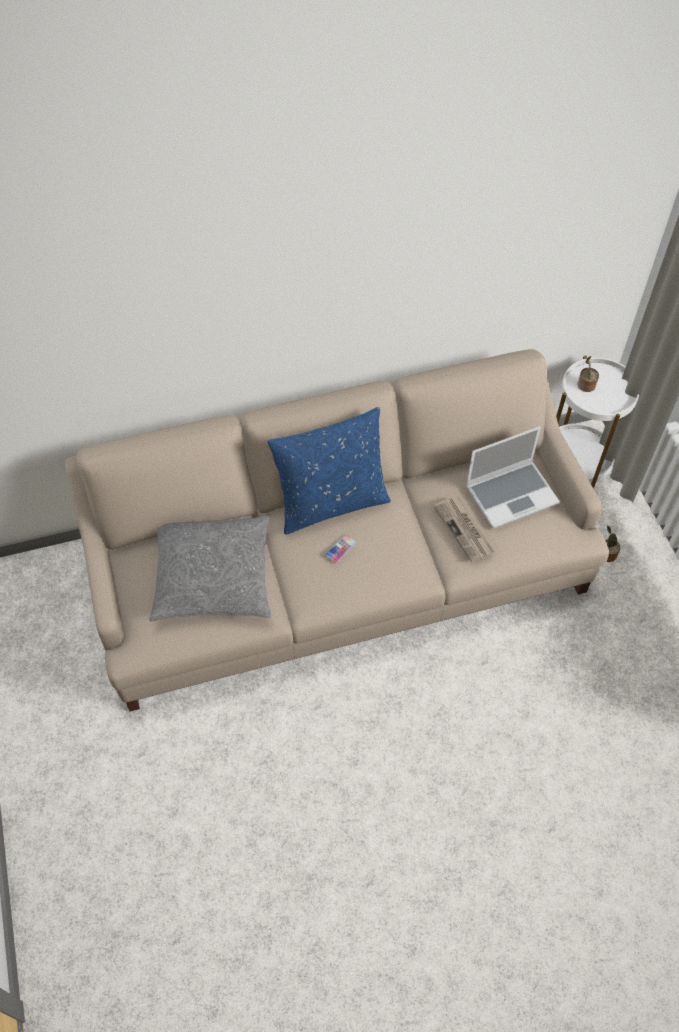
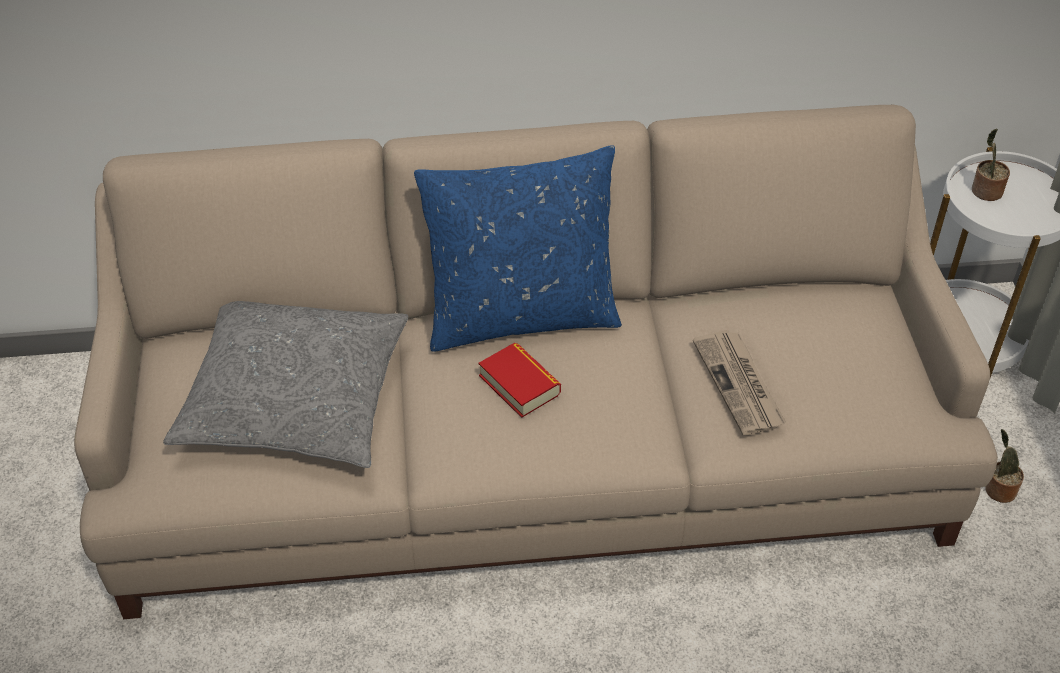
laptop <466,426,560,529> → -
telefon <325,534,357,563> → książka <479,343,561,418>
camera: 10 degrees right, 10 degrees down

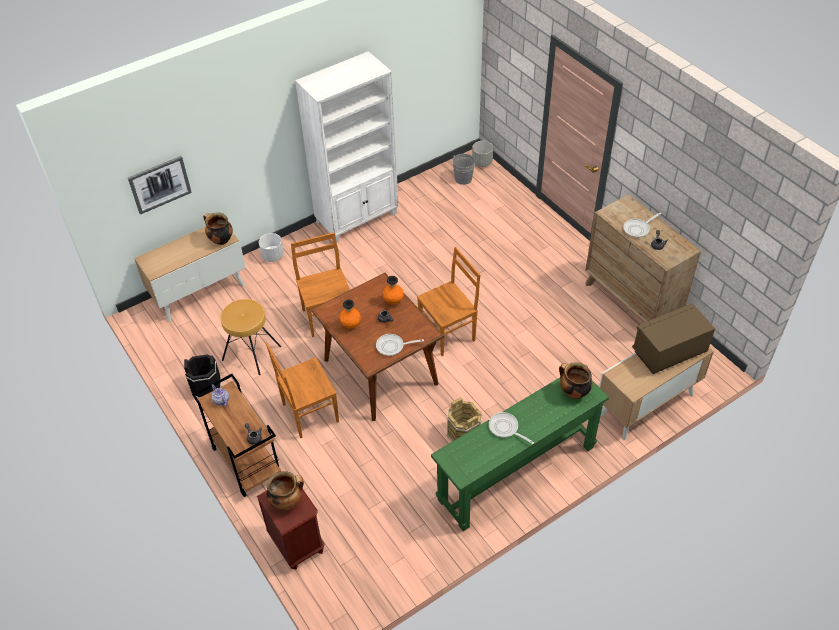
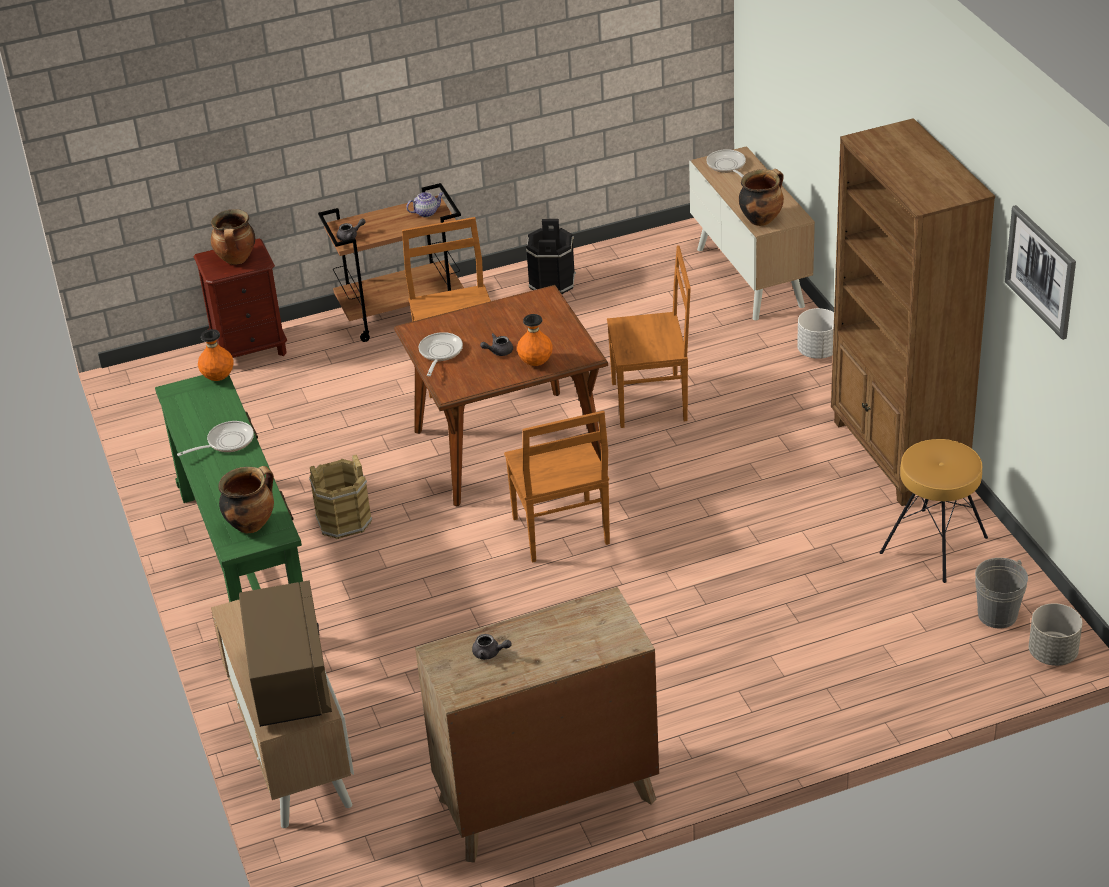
obraz <128,156,192,215> → obraz <1005,205,1076,340>, relocated
stołek/brązowy <221,299,281,375> → stołek/brązowy <879,439,988,583>, relocated
wazon/pomarańczowy <339,300,361,328> → wazon/pomarańczowy <198,329,234,381>, relocated
patelnia <623,213,661,238> → patelnia <706,149,746,177>, relocated
regał/biały <295,51,398,242> → regał/brązowy <831,118,995,506>
camera: 105 degrees right, 10 degrees down

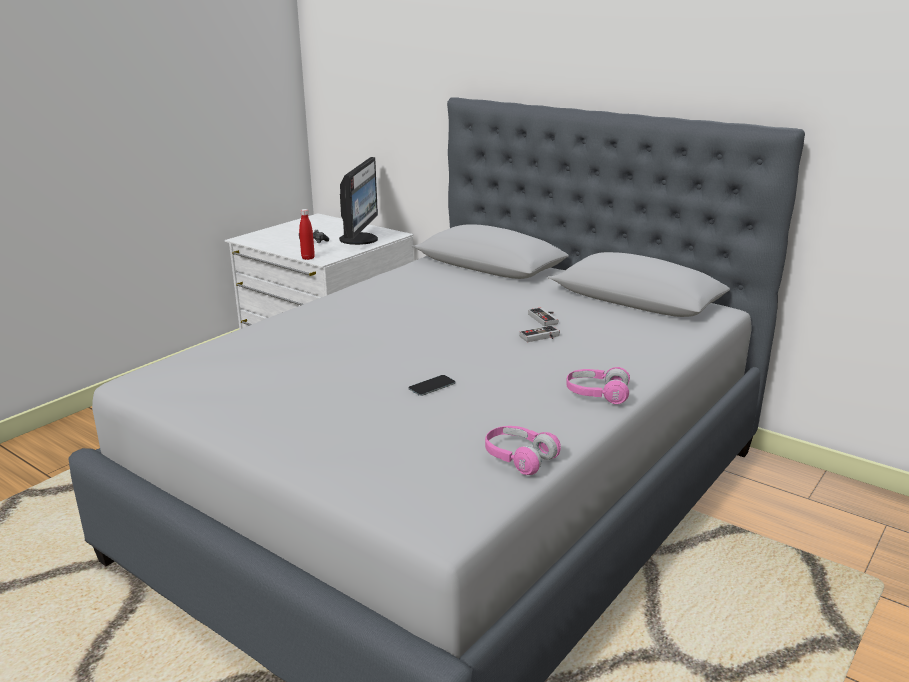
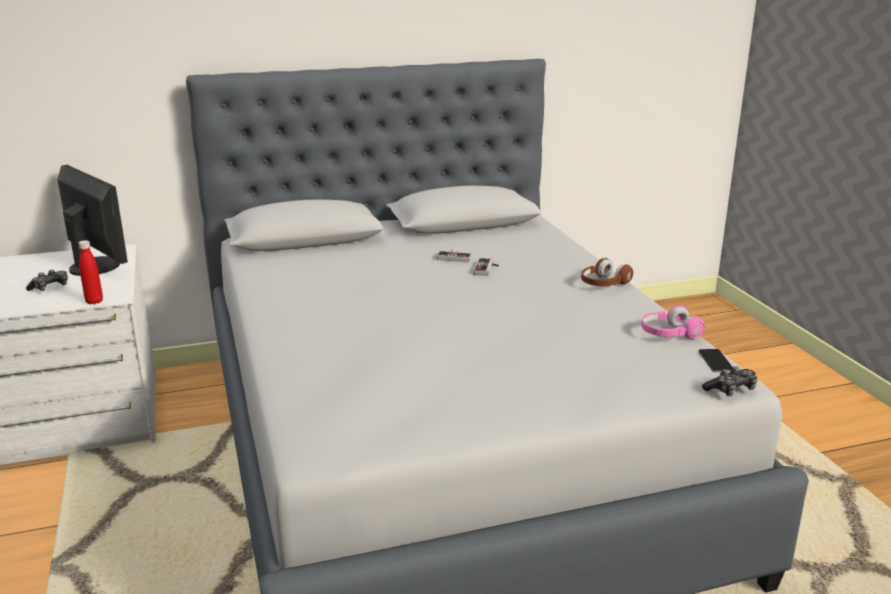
- → pad do gier <702,366,758,396>
telefon <409,375,456,396> → telefon <698,349,733,372>, relocated
słuchawki/różowy <566,367,630,404> → słuchawki/brązowy <581,258,633,286>
camera: 55 degrees left, 0 degrees up

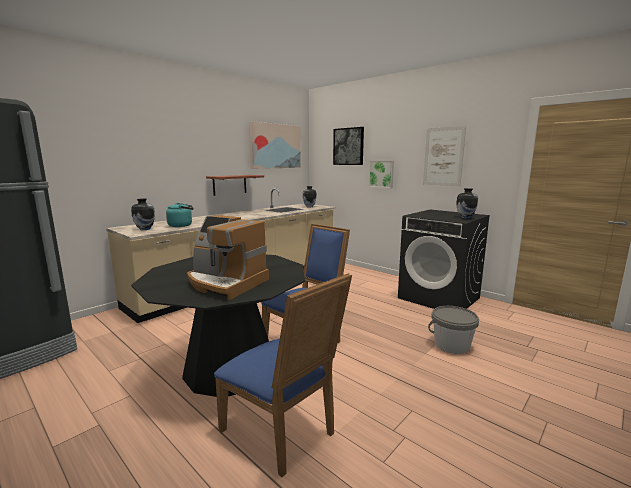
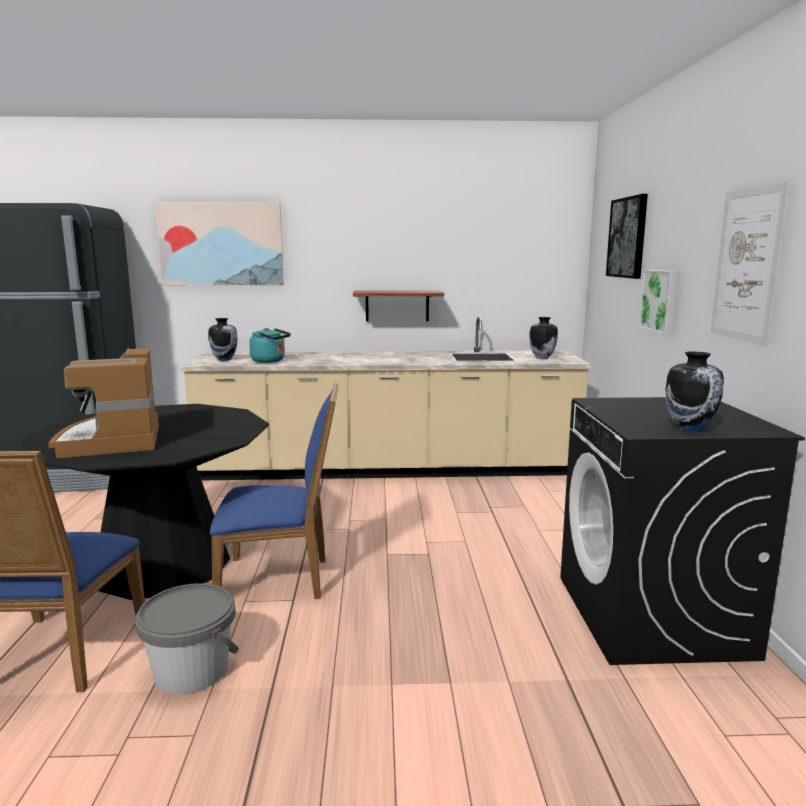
obraz <249,121,301,169> → obraz <155,202,284,285>, relocated
wiadro/szary <428,306,479,354> → wiadro/szary <135,583,239,694>, relocated
camera: 45 degrees right, 0 degrees up

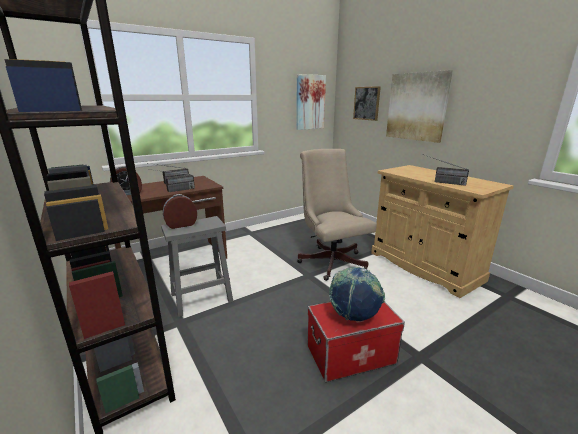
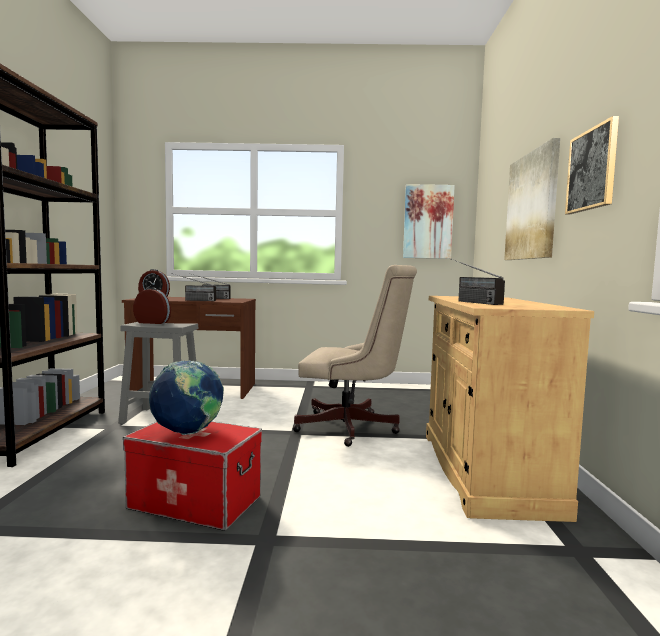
obraz <353,86,381,121> → obraz <565,116,619,214>, relocated
krzesło biurowe/beżowy <297,149,377,281> → krzesło biurowe/beżowy <293,265,417,447>, 90 degrees clockwise
camera: 35 degrees right, 15 degrees down

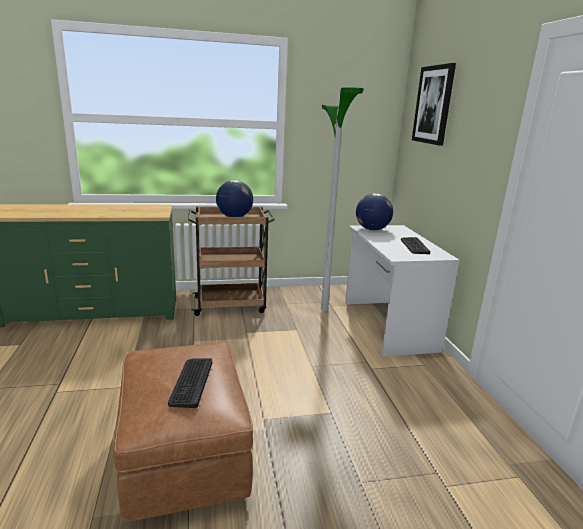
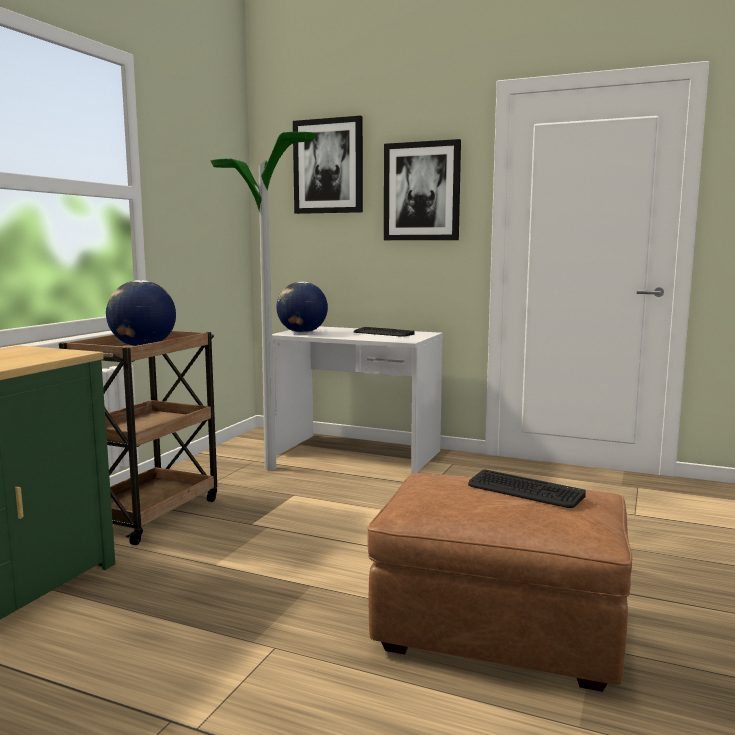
- → obraz <384,139,461,240>
camera: 55 degrees left, 10 degrees down

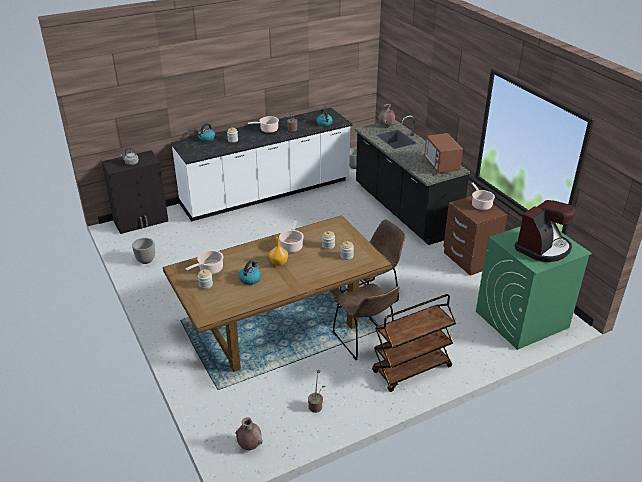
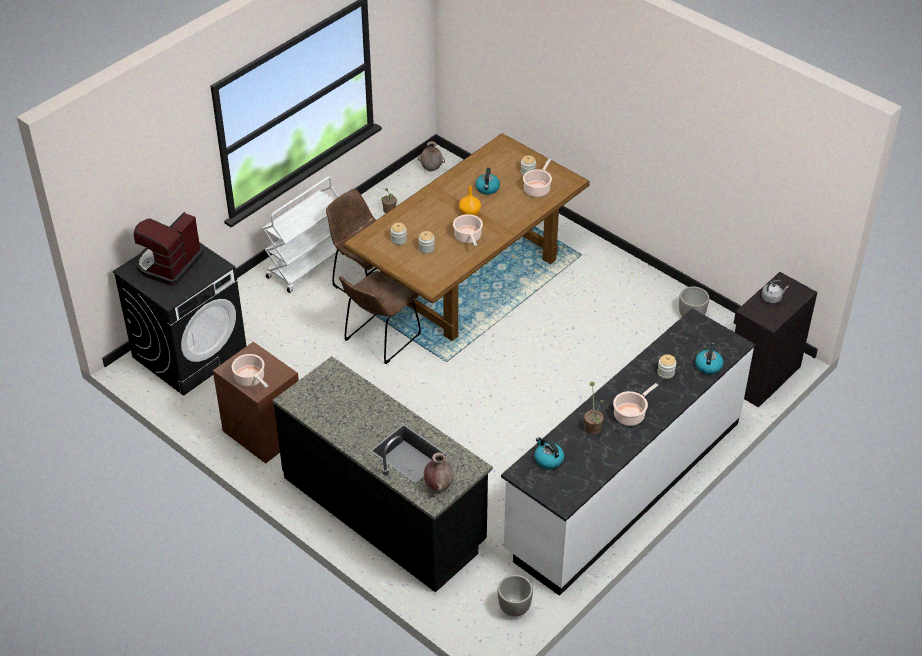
mikrofalówka <424,133,463,173> → -
wózek/brązowy <372,294,456,392> → wózek/biały <262,176,344,293>
pralka/zielony <476,226,592,350> → pralka/czarny <112,242,246,396>
camera: 160 degrees right, 10 degrees up

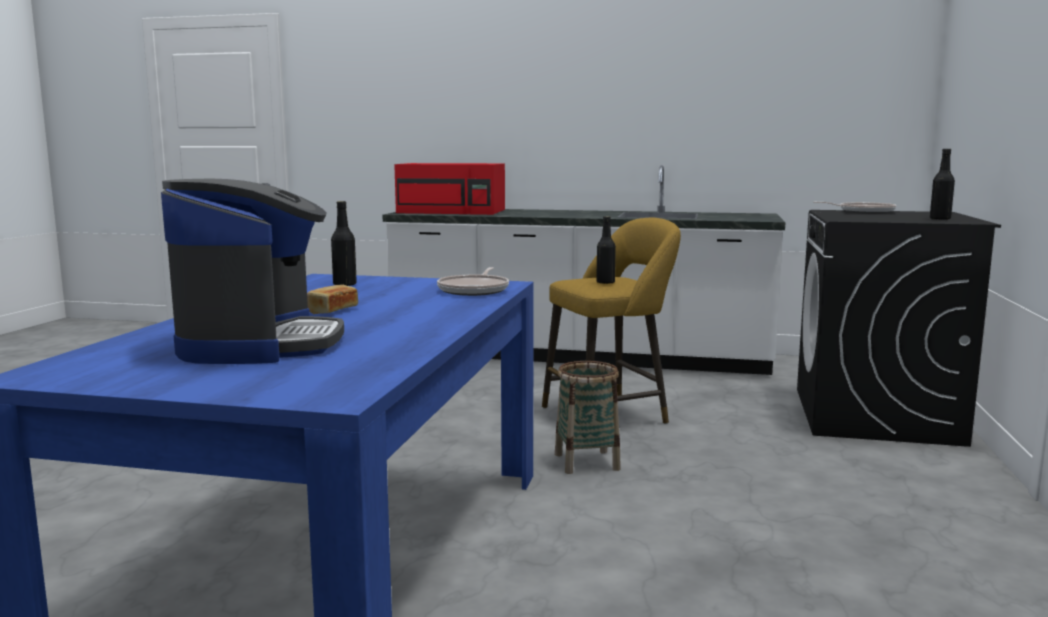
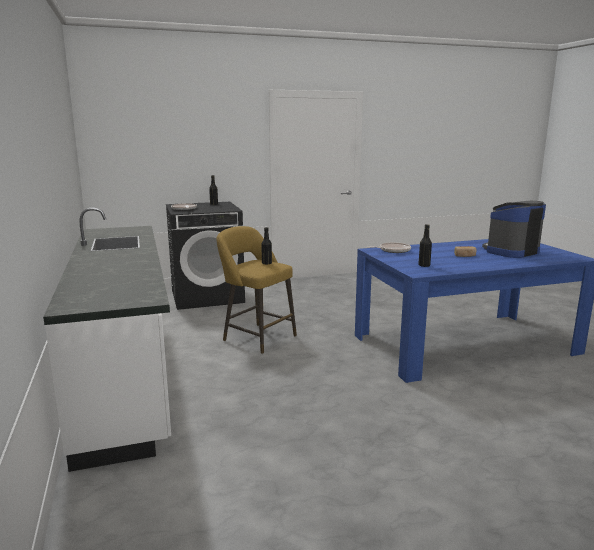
mikrofalówka/czerwony <394,163,505,215> → -
koszyk <555,361,621,474> → -
camera: 120 degrees left, 5 degrees up

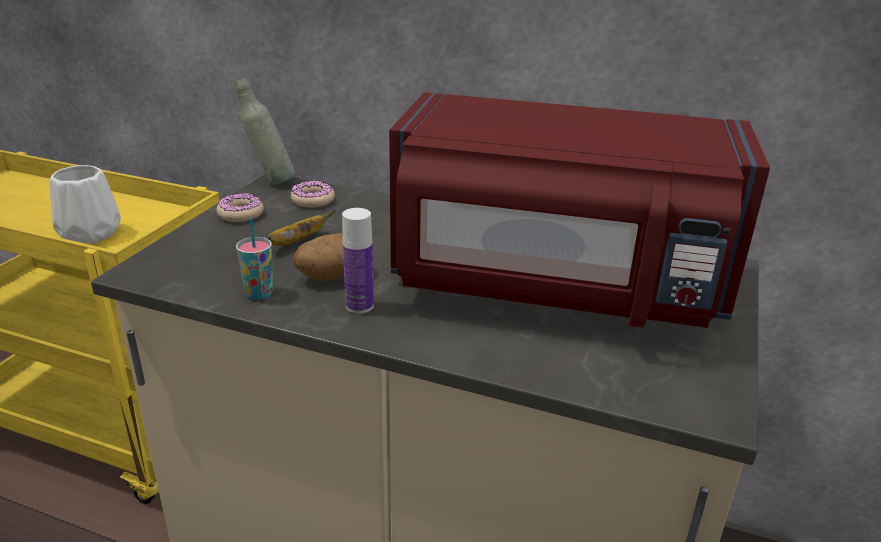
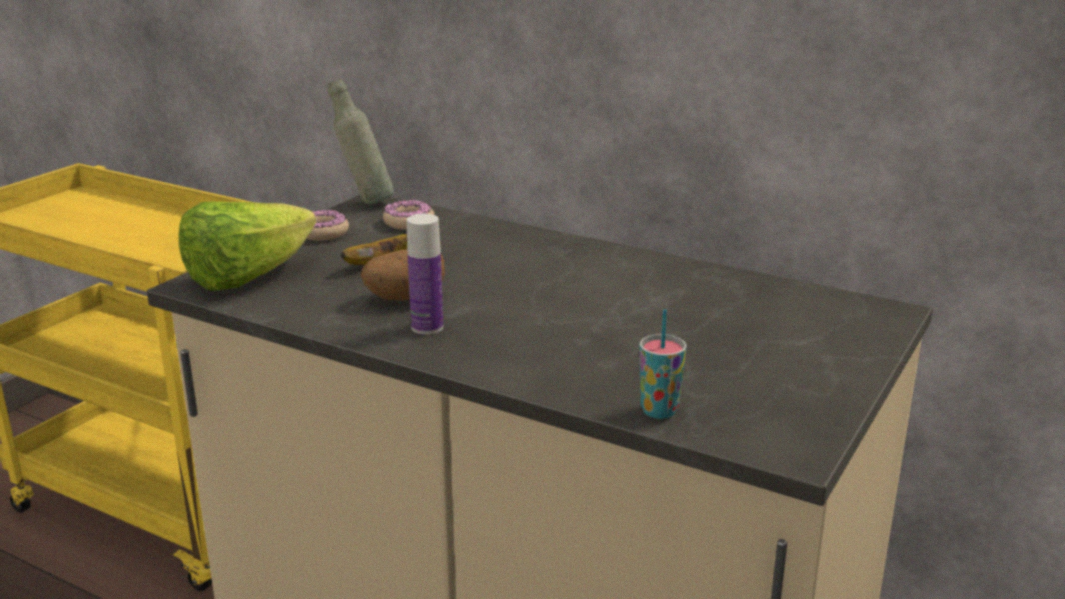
wazon/biały <50,165,121,244> → -
mikrofalówka/czerwony <389,92,770,328> → -
- → sałata <178,201,316,291>
filiżanka <236,218,273,300> → filiżanka <639,309,686,419>, relocated
camera: 10 degrees right, 5 degrees down

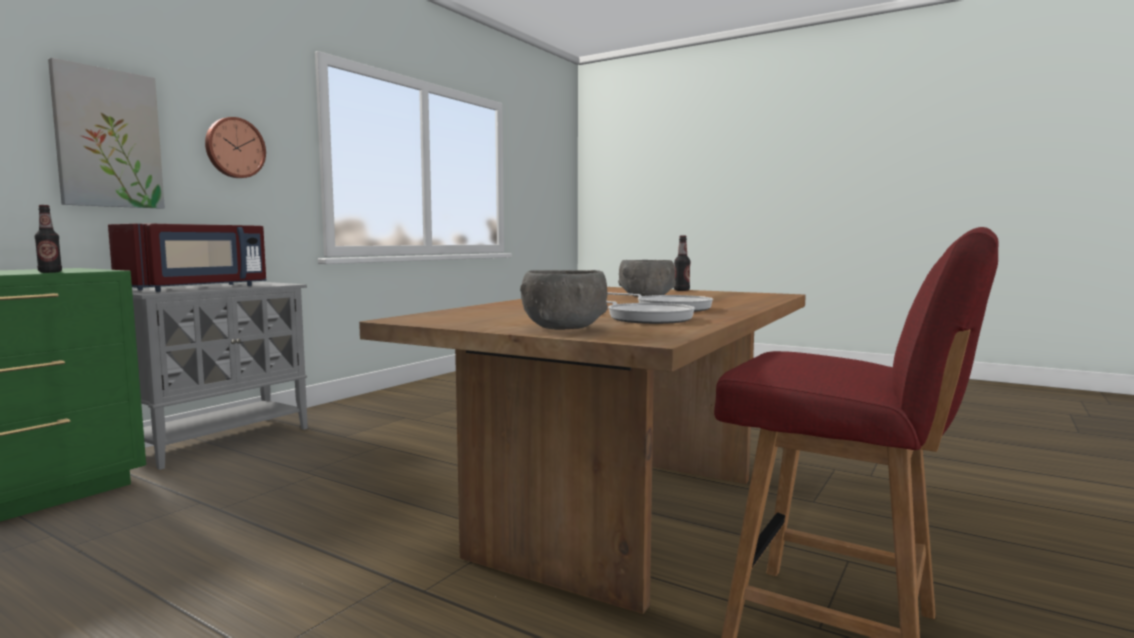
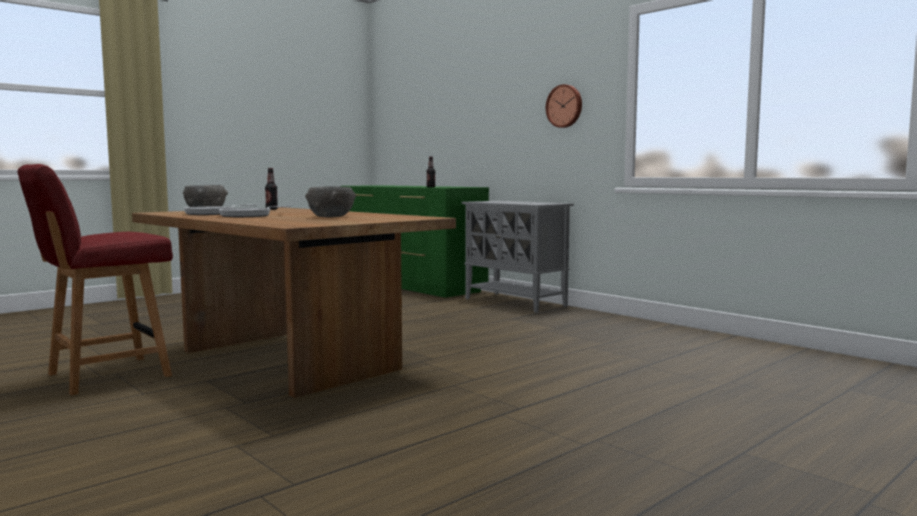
obraz <48,58,165,209> → -
mikrofalówka/czerwony <108,224,266,292> → -
butelka <674,235,691,291> → butelka <265,168,278,210>, relocated
camera: 105 degrees right, 0 degrees up

